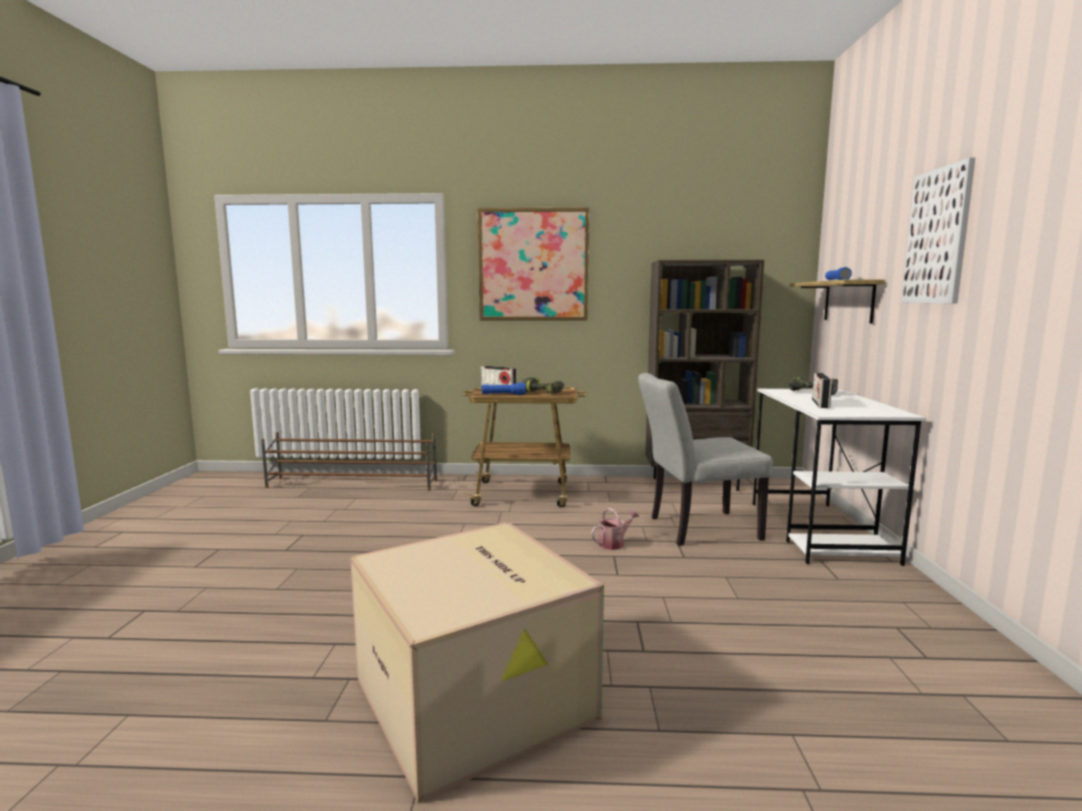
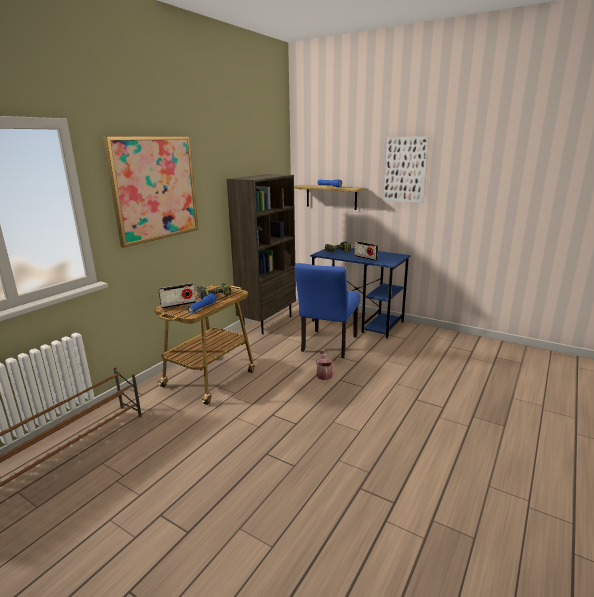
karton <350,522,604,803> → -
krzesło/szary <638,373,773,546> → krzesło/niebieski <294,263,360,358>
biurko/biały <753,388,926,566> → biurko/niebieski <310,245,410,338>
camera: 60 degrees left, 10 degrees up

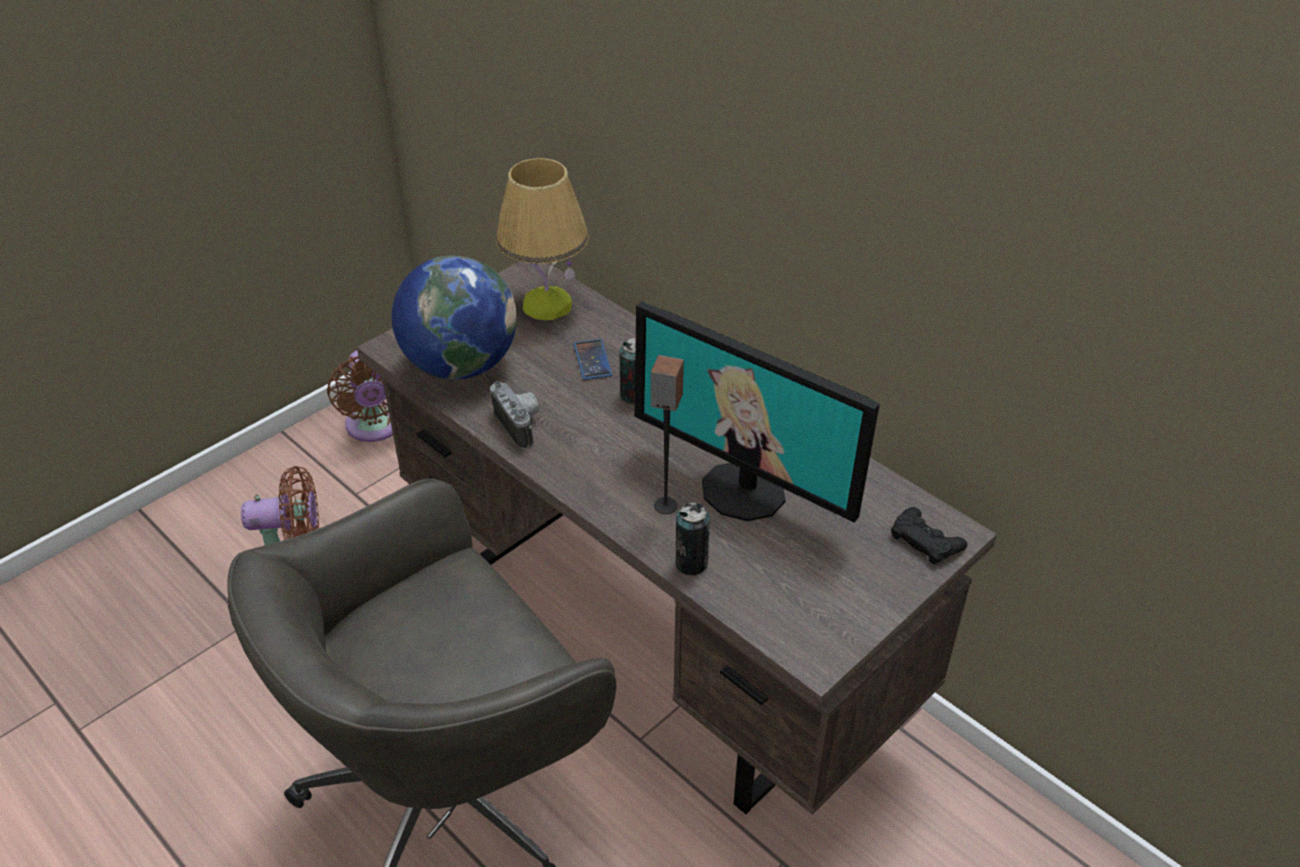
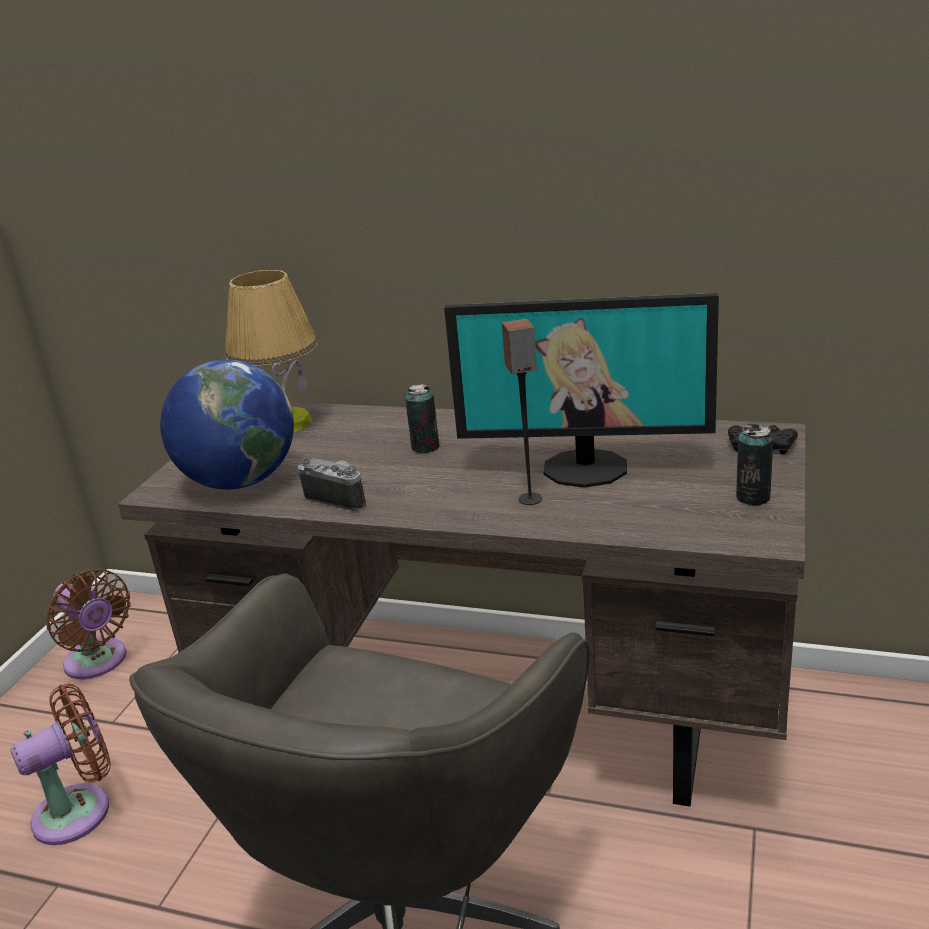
telefon <573,339,613,380> → -
puszka <676,502,710,576> → puszka <736,424,774,505>, relocated
camera: 25 degrees left, 15 degrees down

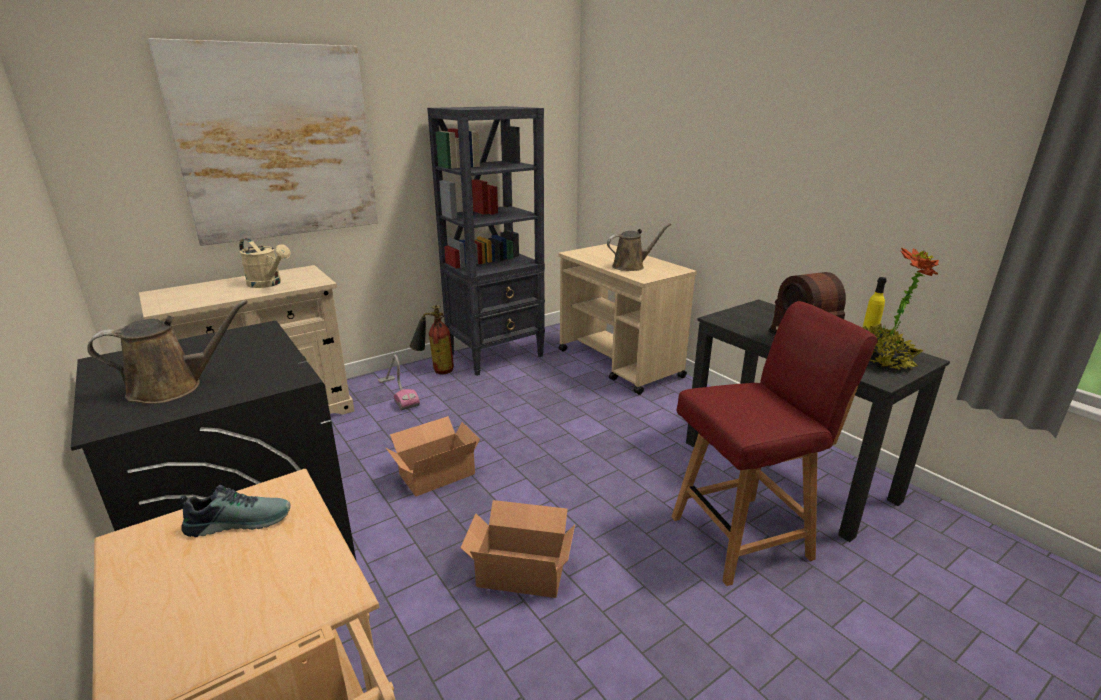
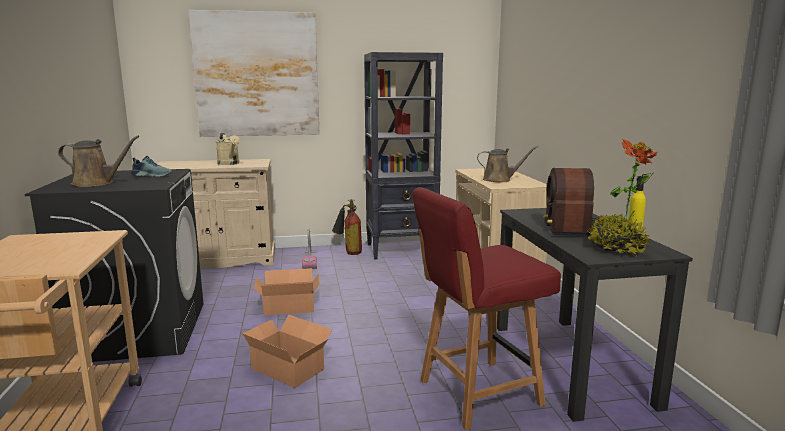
but <180,485,291,537> → but <131,156,172,177>, relocated
krzesło/czerwony <672,301,878,586> → krzesło/czerwony <412,187,561,430>, 150 degrees clockwise
camera: 25 degrees right, 10 degrees down

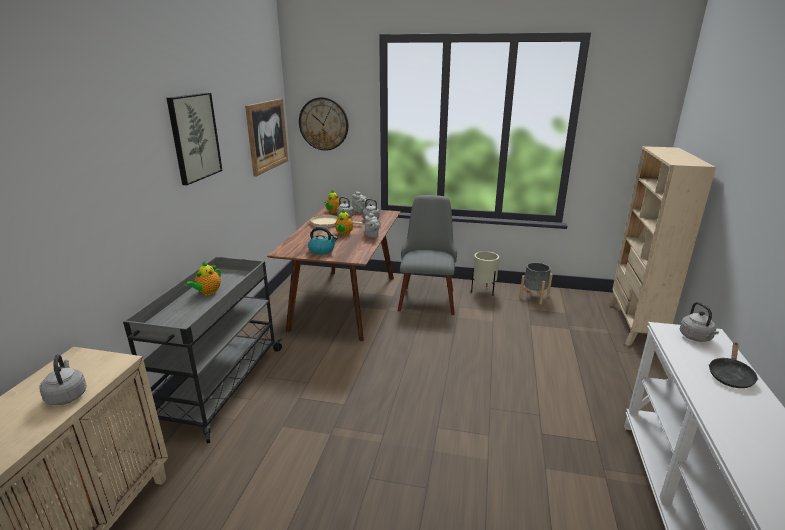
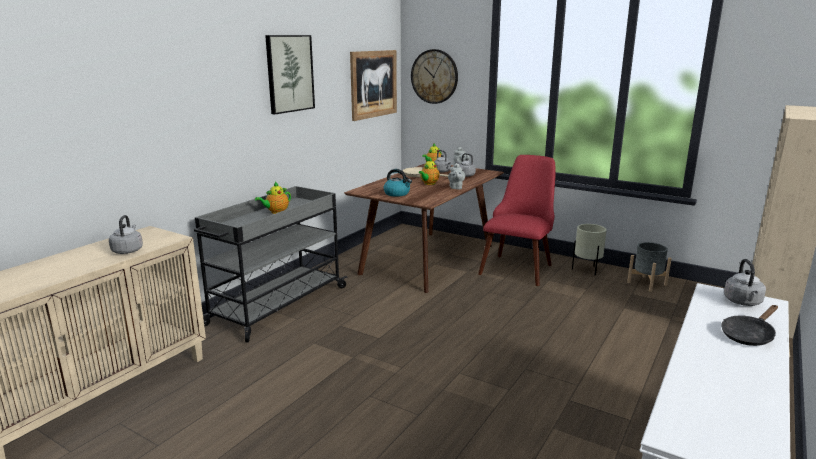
krzesło/szary <398,195,457,315> → krzesło/czerwony <478,155,556,286>
camera: 20 degrees right, 5 degrees down

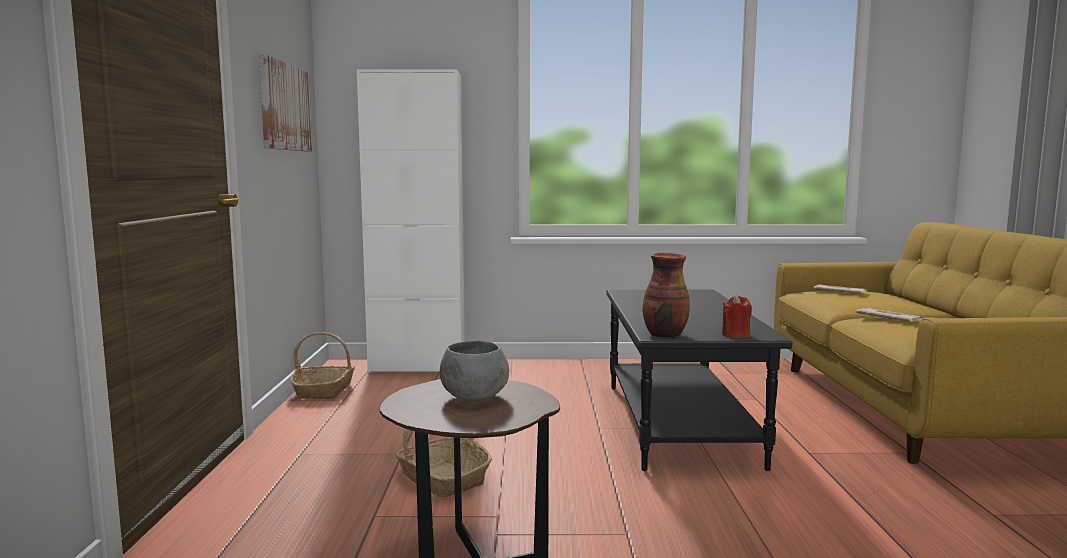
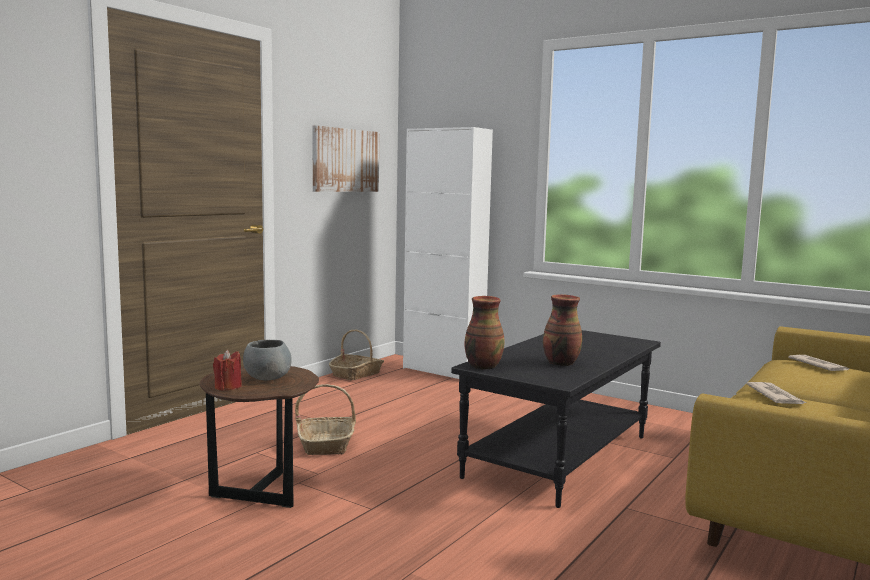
- → wazon <543,294,582,366>
świeca/czerwony <722,295,752,338> → świeca/czerwony <213,350,242,391>, relocated
camera: 35 degrees right, 0 degrees up

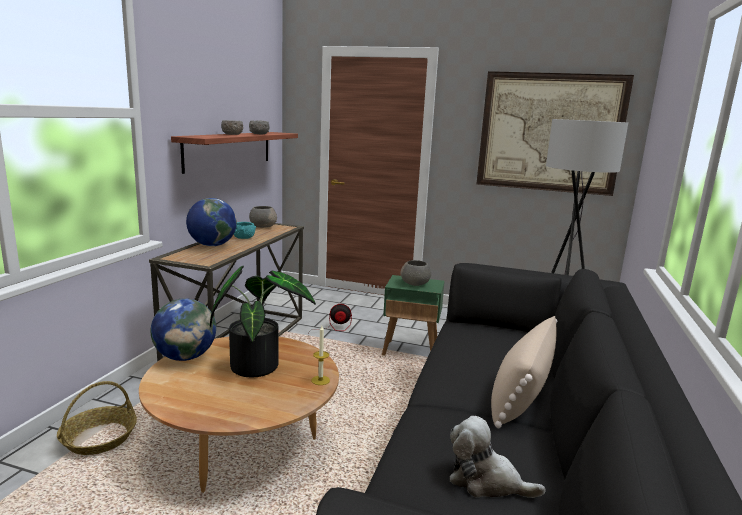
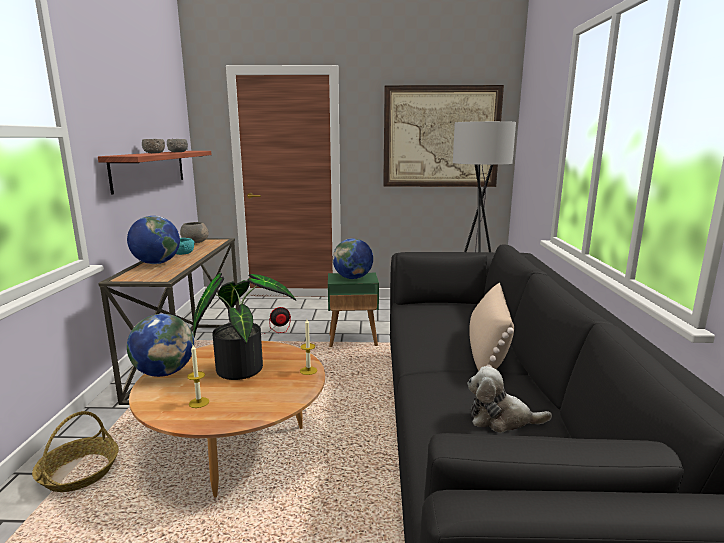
- → świeca <187,345,209,408>
miska/szary <401,260,431,286> → globus <333,238,373,279>
camera: 15 degrees left, 0 degrees up

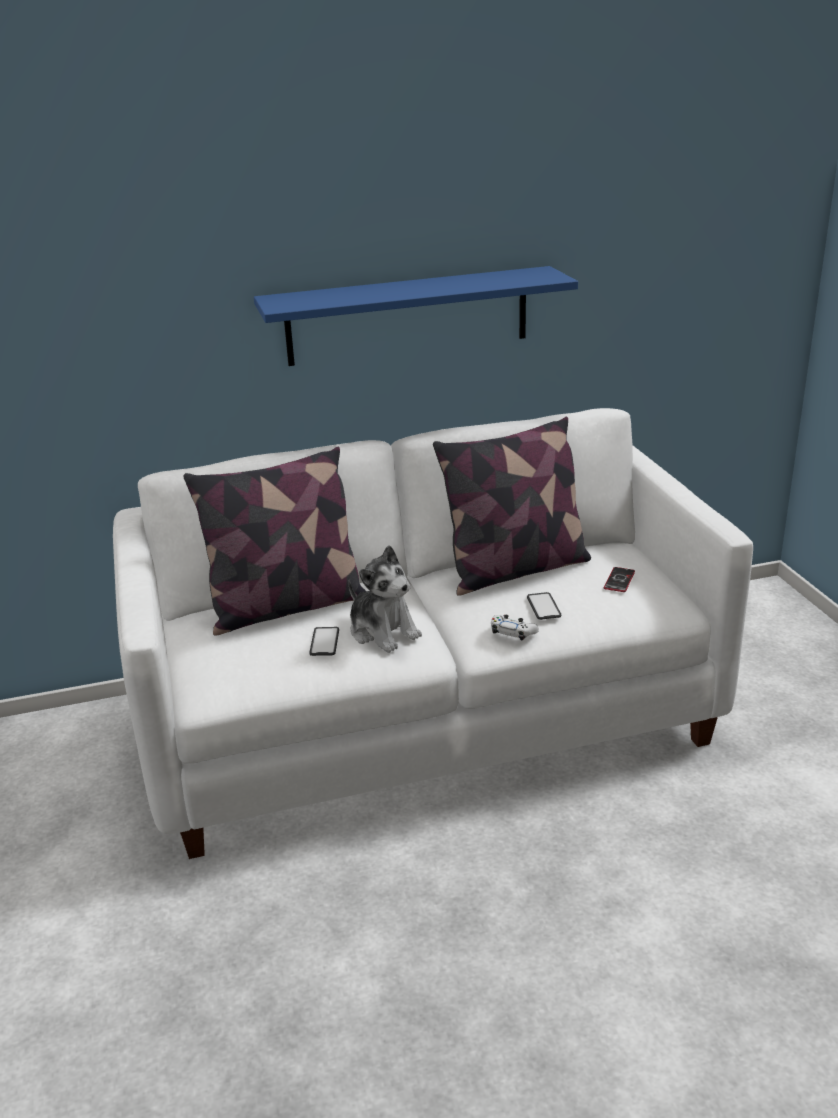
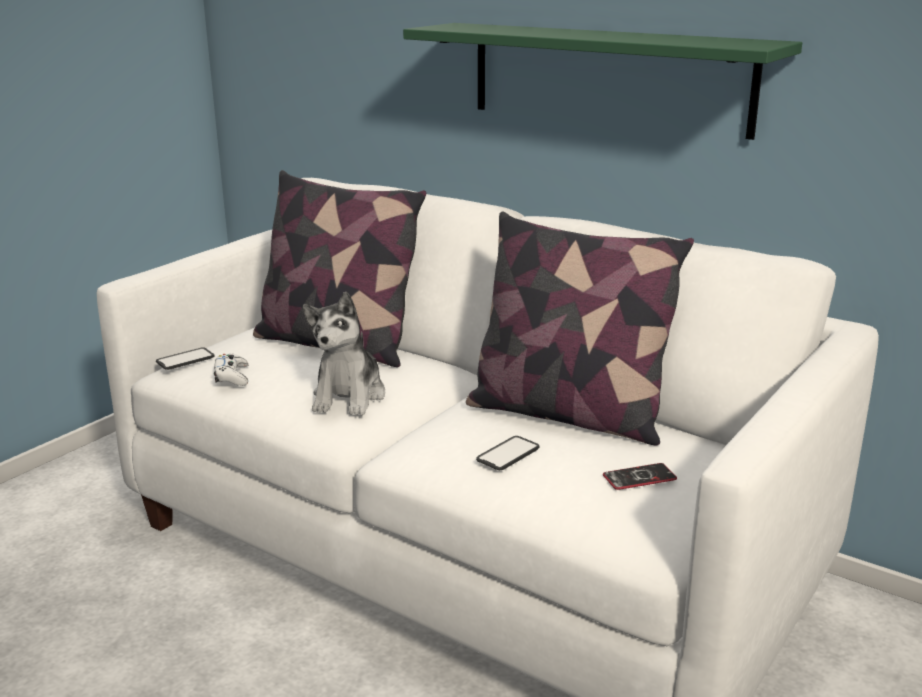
telefon <309,627,339,656> → telefon <156,347,215,370>, relocated
pad do gier/biały <491,615,539,640> → pad do gier/biały <214,354,249,386>, relocated
półka/niebieski <254,266,578,366> → półka/zielony <403,23,802,140>
camera: 50 degrees right, 5 degrees down

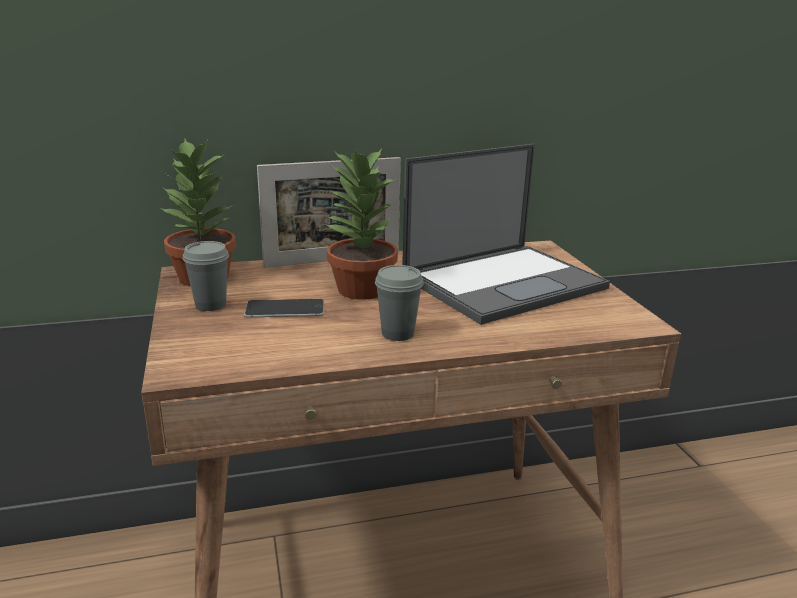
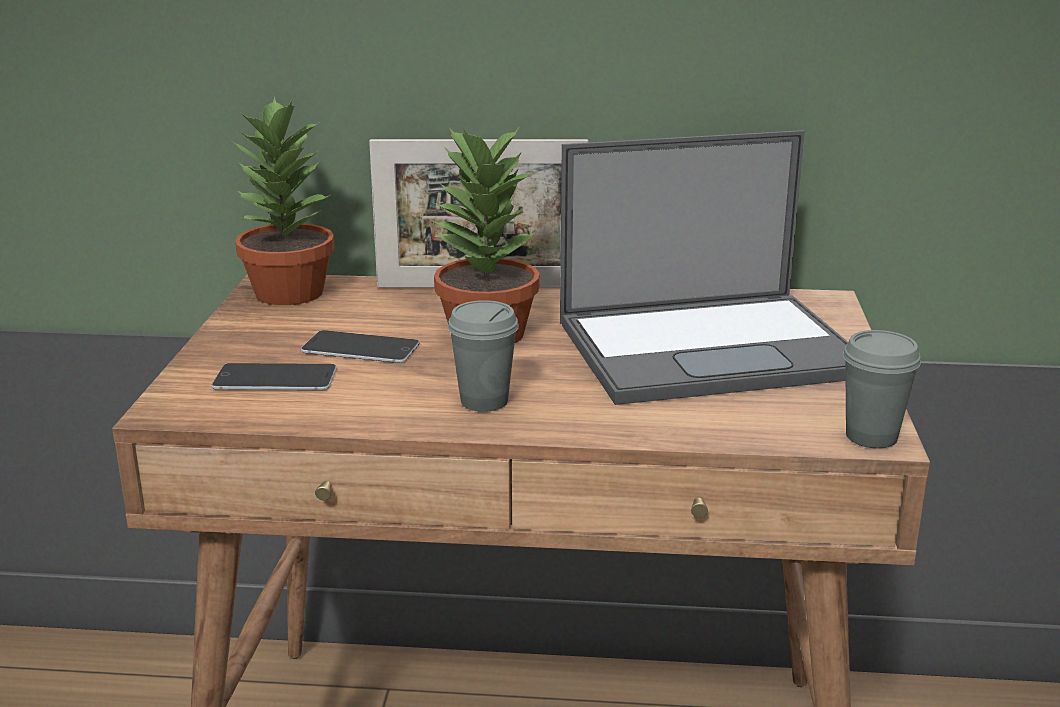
- → telefon <211,363,337,390>
filiżanka/szary <182,241,229,311> → filiżanka/szary <843,330,921,448>, relocated
camera: 20 degrees right, 0 degrees up

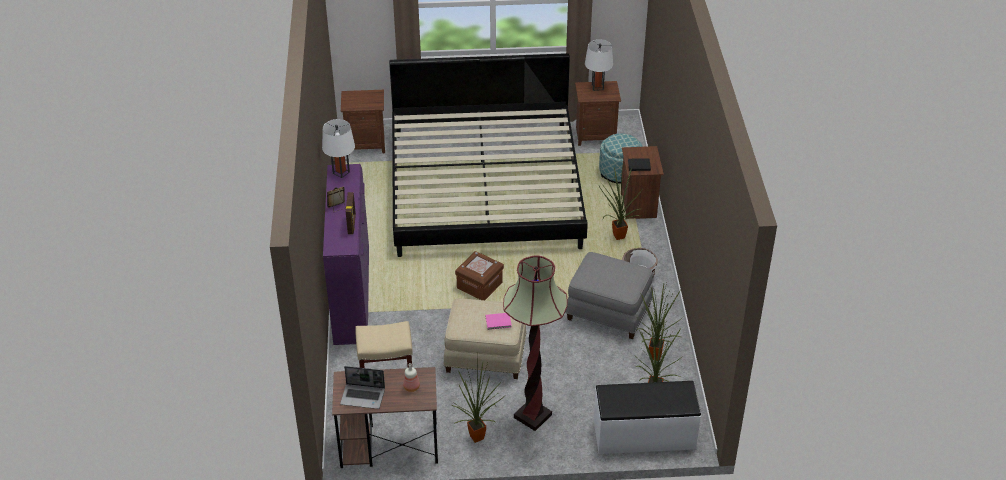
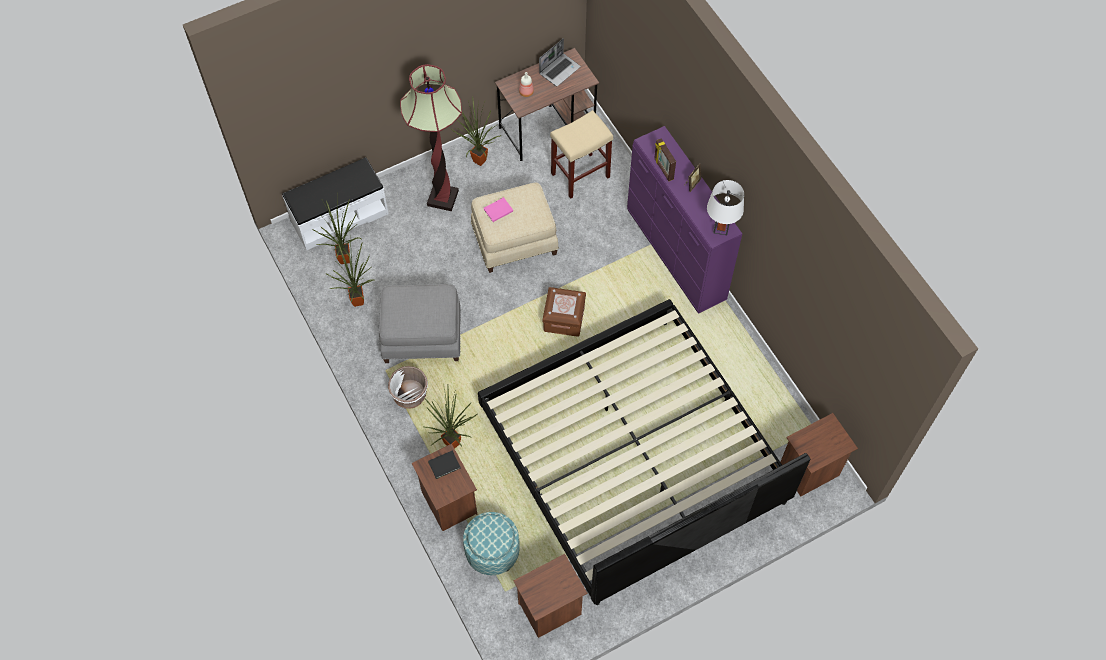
lampa stołowa/biały <585,39,613,91> → -
laptop <340,366,385,409> → laptop <539,38,581,86>, 150 degrees clockwise
camera: 155 degrees right, 20 degrees up

